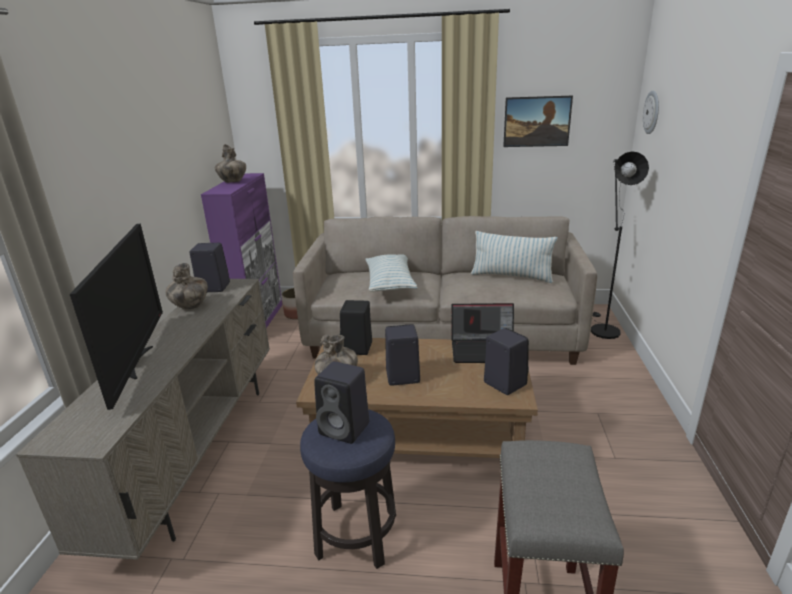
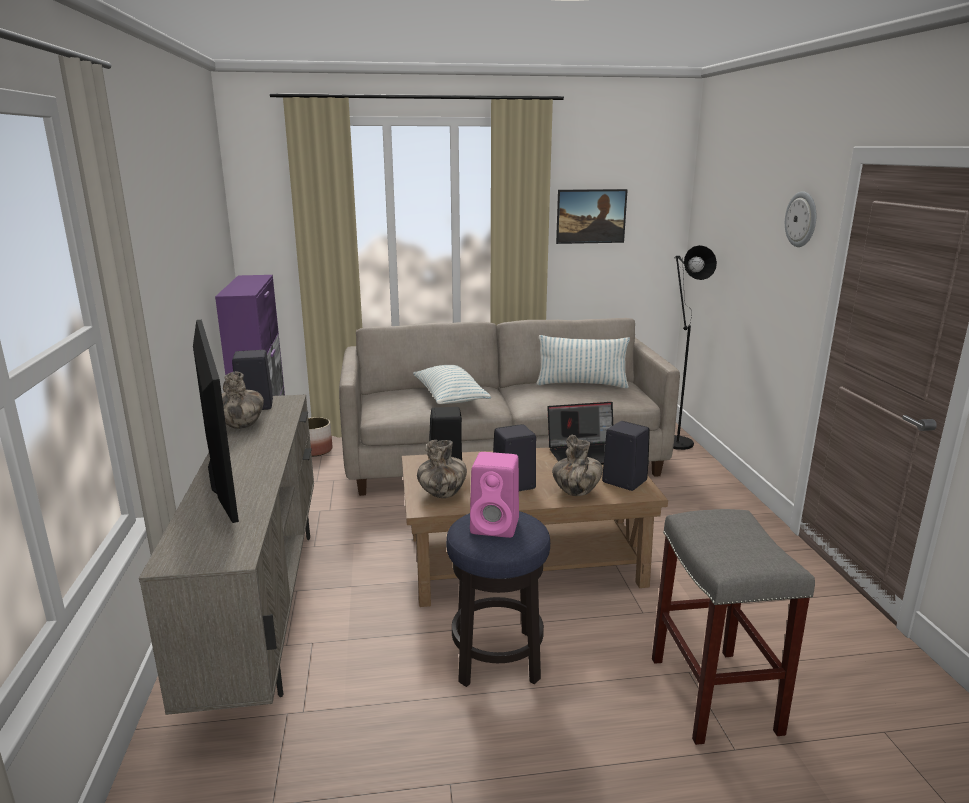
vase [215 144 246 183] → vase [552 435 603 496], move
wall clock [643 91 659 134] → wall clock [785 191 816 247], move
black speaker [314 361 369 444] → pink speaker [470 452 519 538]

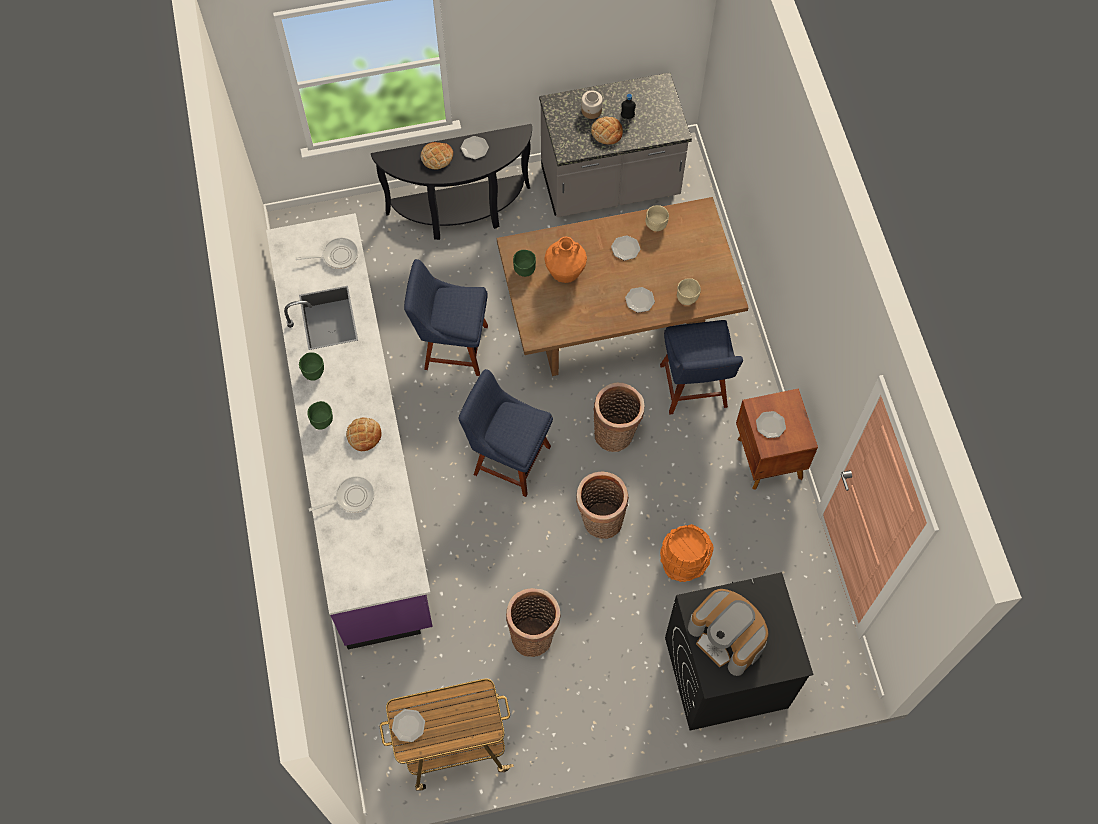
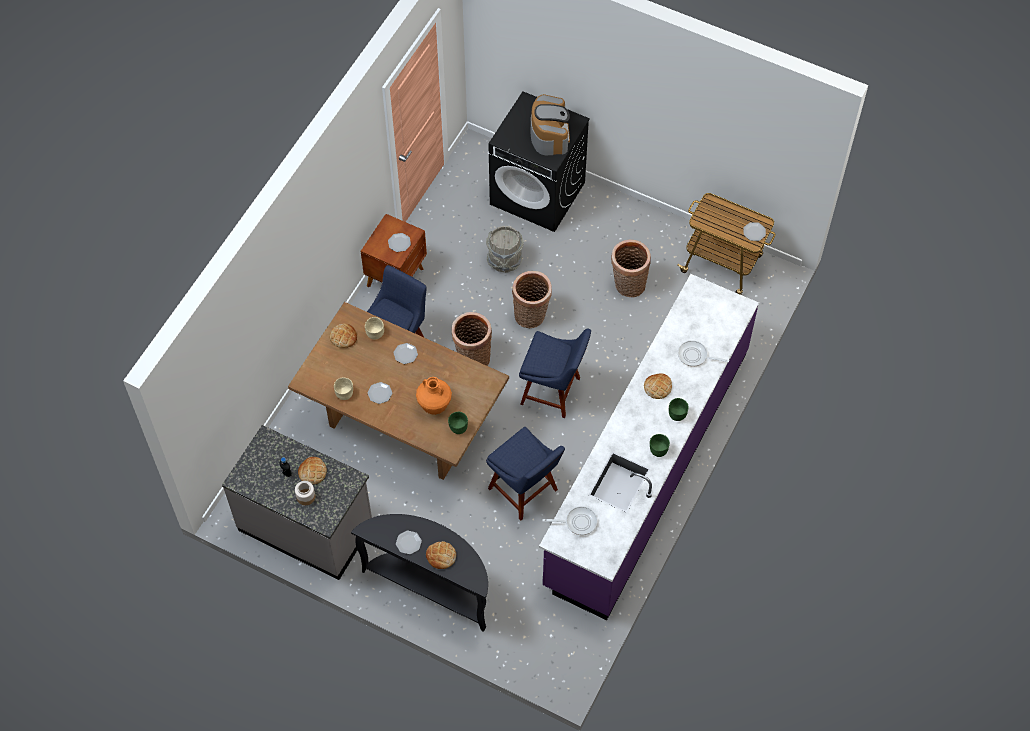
- → bread [330 323 357 348]
orange bucket [660 524 714 582] → grey bucket [486 226 524 273]
frying pan [296 238 358 269] → frying pan [543 506 597 535], 150 degrees clockwise
blue chair [459 369 553 497] → blue chair [519 329 591 418], 45 degrees counterclockwise

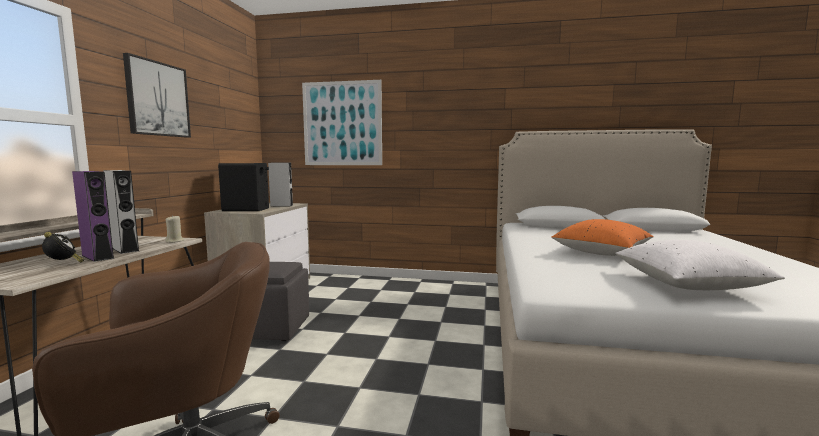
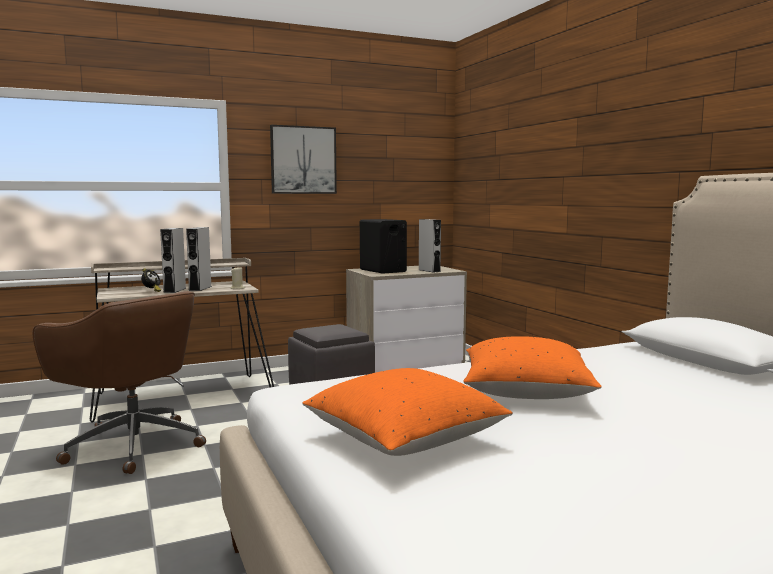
picture [302 80 382 165] → -
purple speaker [72 171 114 262] → grey speaker [160 228 186 293]
white pillow [615 240 785 290] → orange pillow [302 368 513 456]

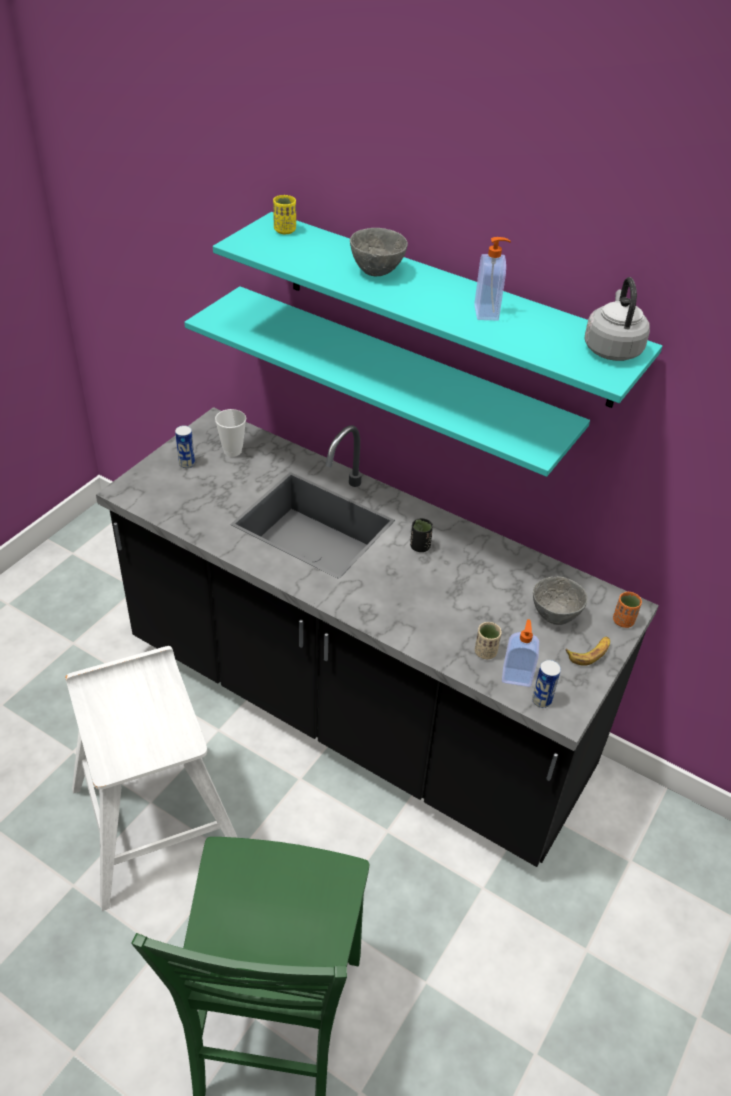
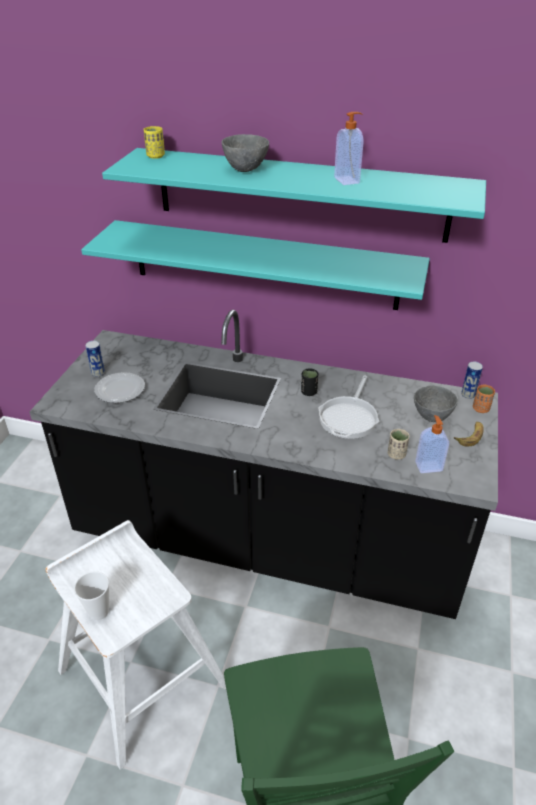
grey kettle [585 277 650 361] → -
- → plate [94 372 145 403]
- → frying pan [318 376 379 439]
cup [215 409 246 457] → cup [74 571 109 620], move
can [532 660 561 708] → can [461 362 483 399], move

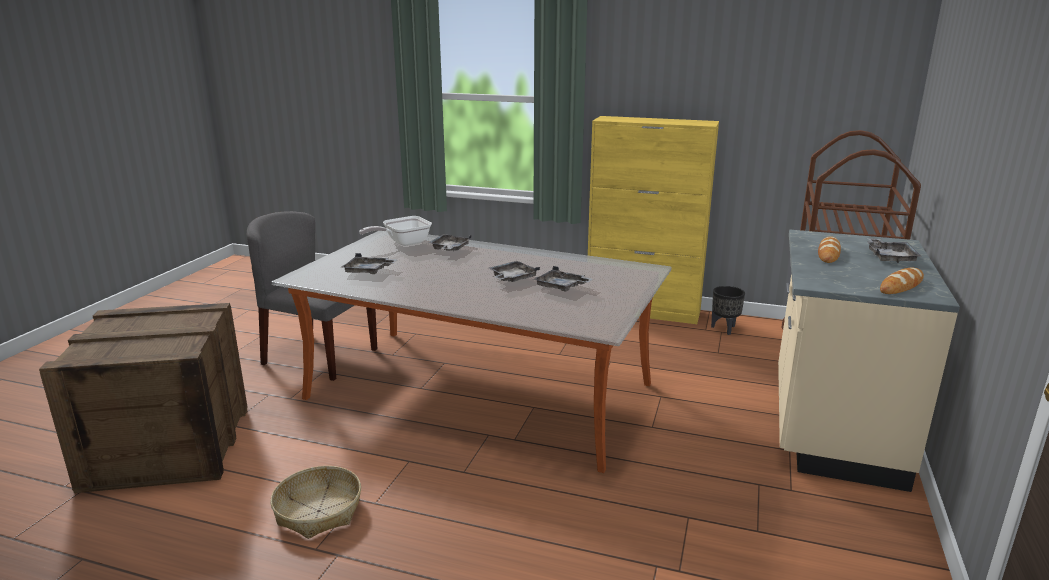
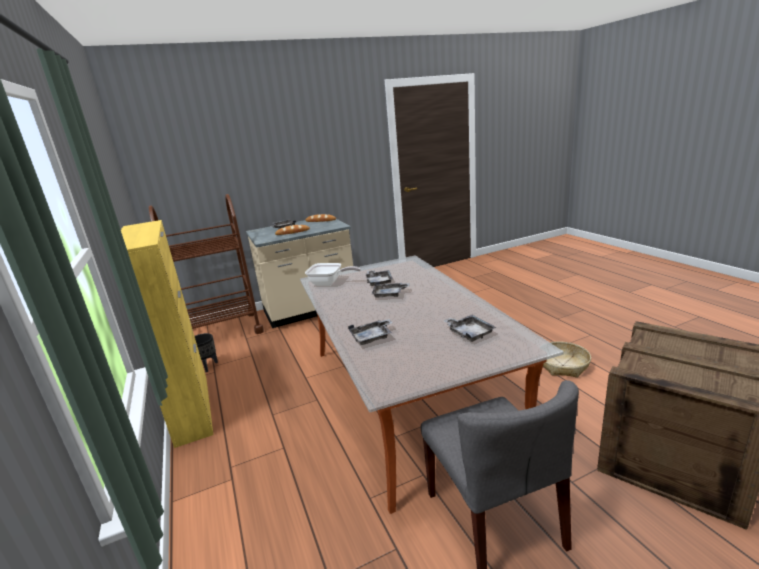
frying pan [359 216 432 246] → frying pan [305 263 361 286], move

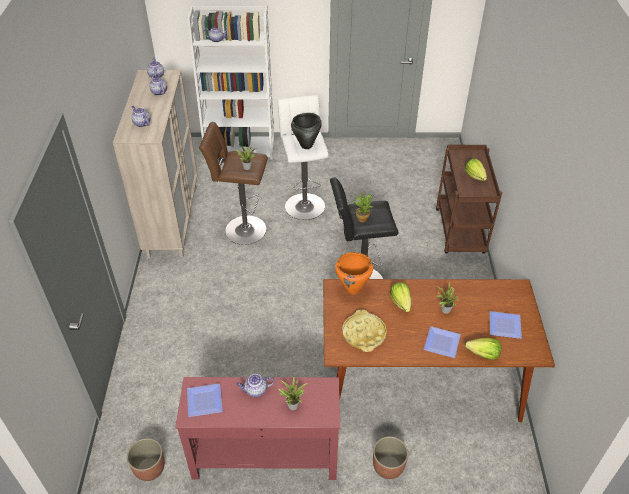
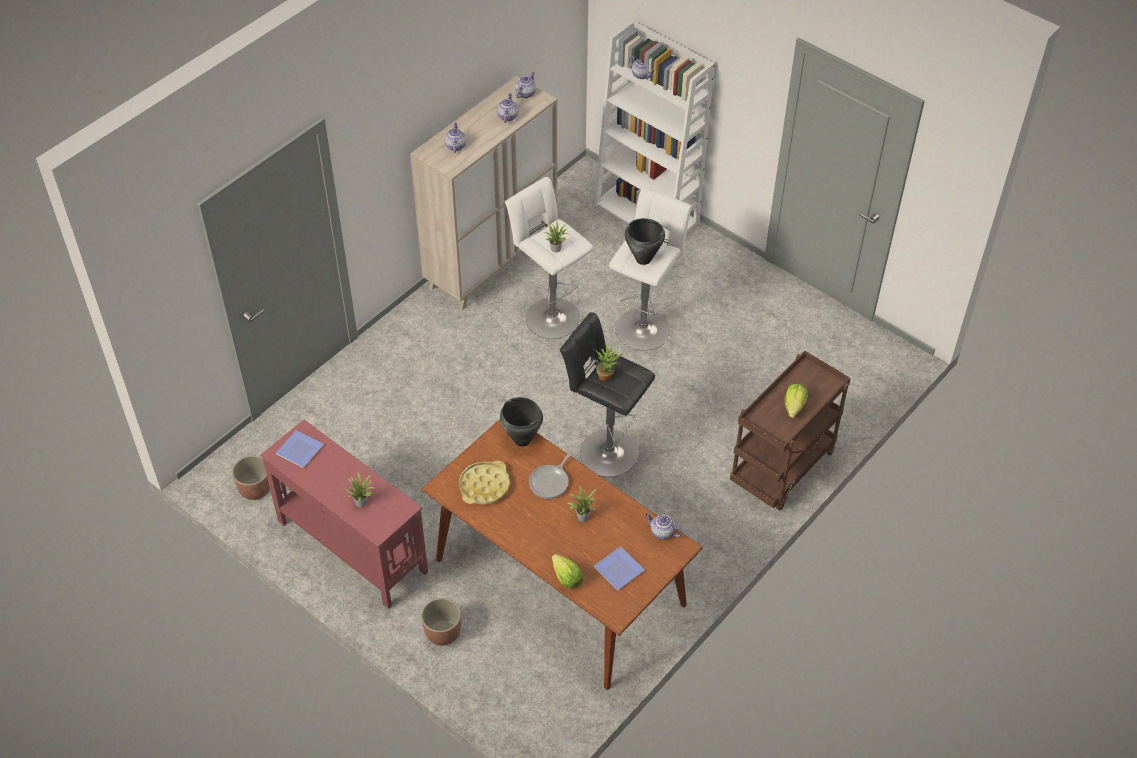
plate [424 326 461 358] → -
teapot [236 374 274 397] → teapot [645 513 682 540], move
lettuce [390 282 412 312] → frying pan [529 453 571 499]
brown stool [199 122 268 245] → white stool [505 177 593 339]
orange cooking pot [335 252 373 295] → black cooking pot [500 397 543 447]

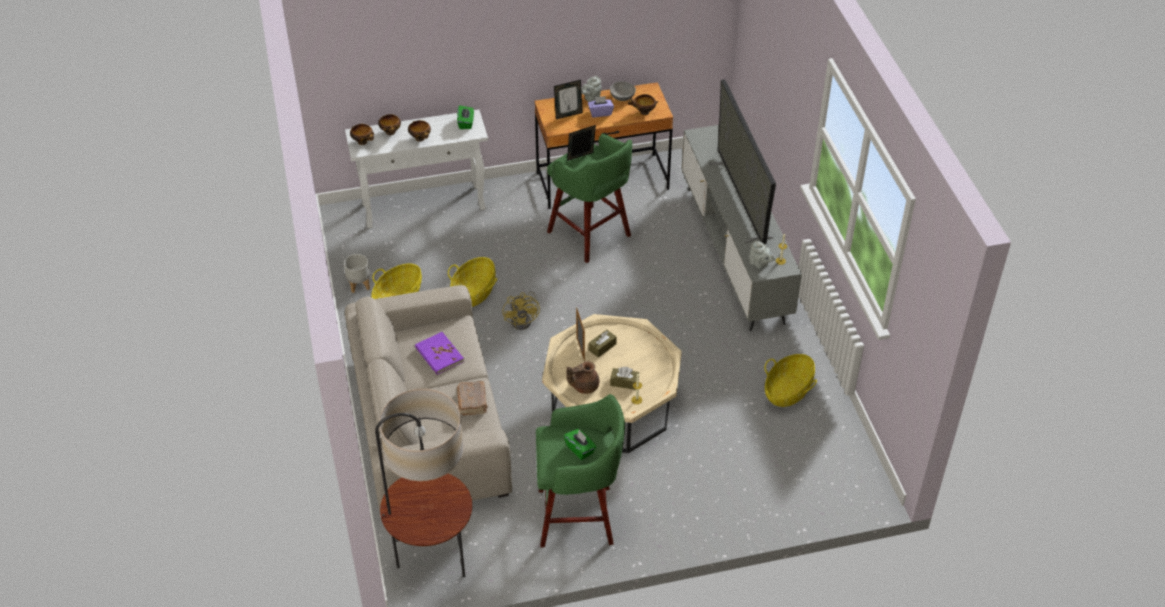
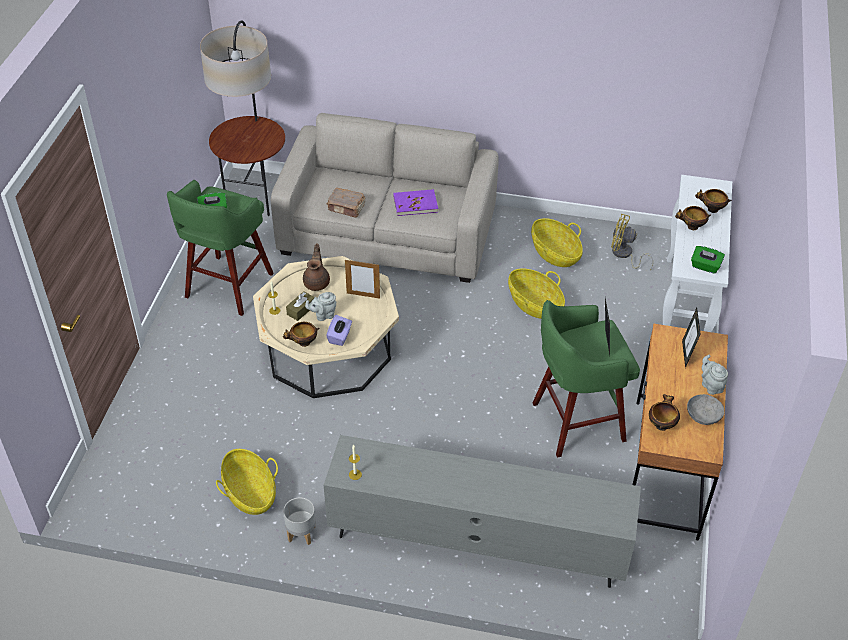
brown tissue box [589 330 617 357] → -
television [710 79 776 244] → -
grey planter [344 254 370 293] → grey planter [283 497 316 545], move
bowl [350 124 374 145] → bowl [283 322 319 347], move
yellow fan [502 291 540 330] → yellow fan [611 214 653 270], move
purple tissue box [588 96 614 117] → purple tissue box [326 315 352 346], move
grey teapot [749 240 775 269] → grey teapot [305 292 337 321], move

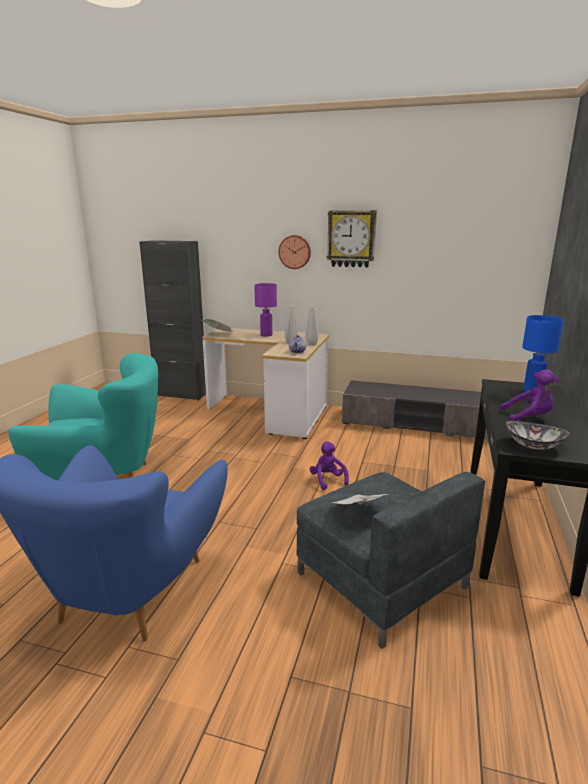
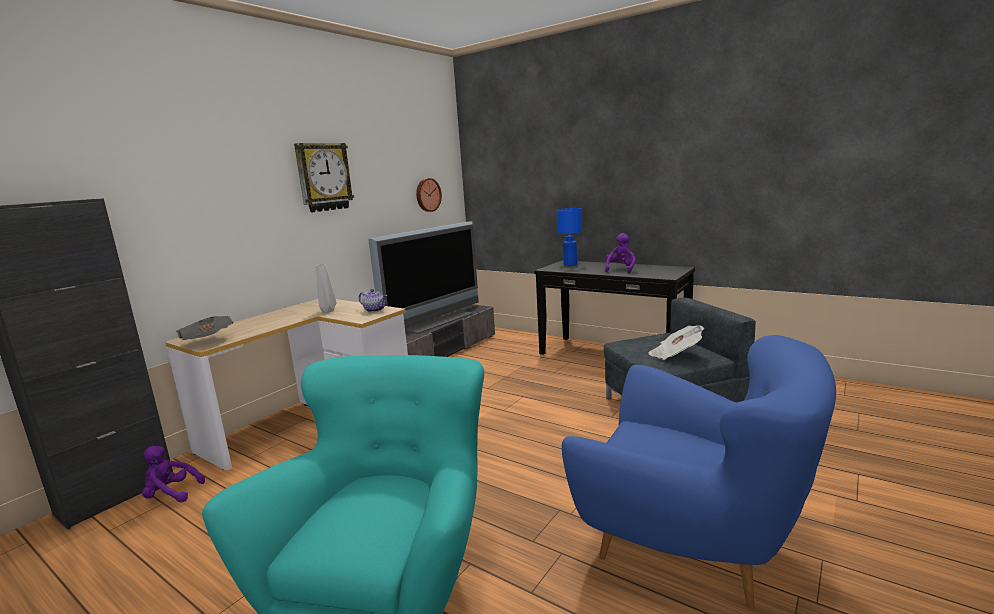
purple table lamp [254 283 277 337] → -
grey vase [305 308 318 345] → -
bowl [505 420 570 450] → -
- → television [368 221 479 334]
wall clock [278 235 311 269] → wall clock [416 178 442 212], move
purple plush toy [310 441 349 490] → purple plush toy [142 446 205 502], move

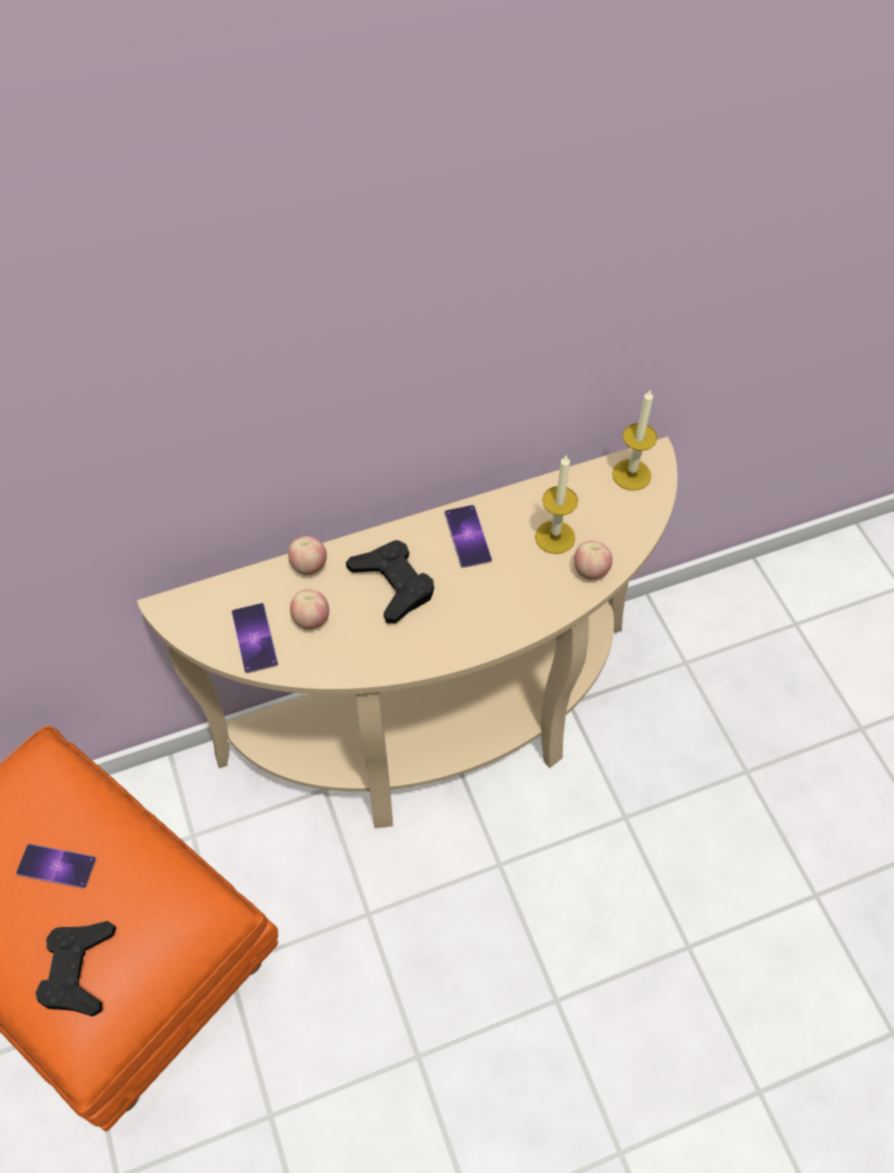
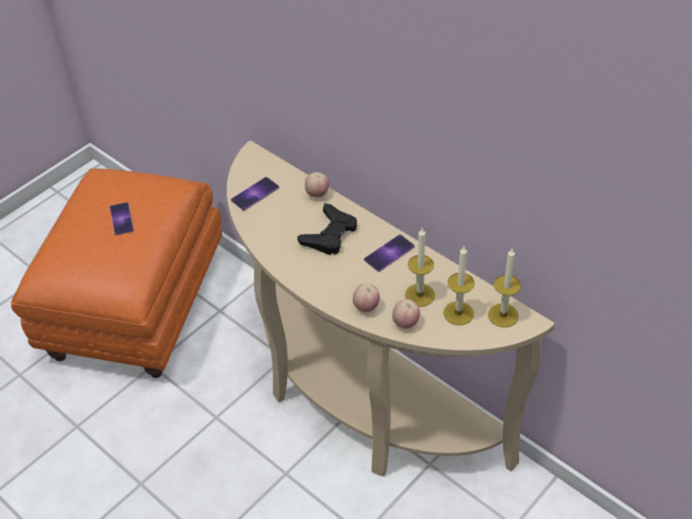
black game controller [35 921 116 1017] → -
- → candle [443 247 475 325]
apple [290 589 329 629] → apple [353 284 380 312], move

